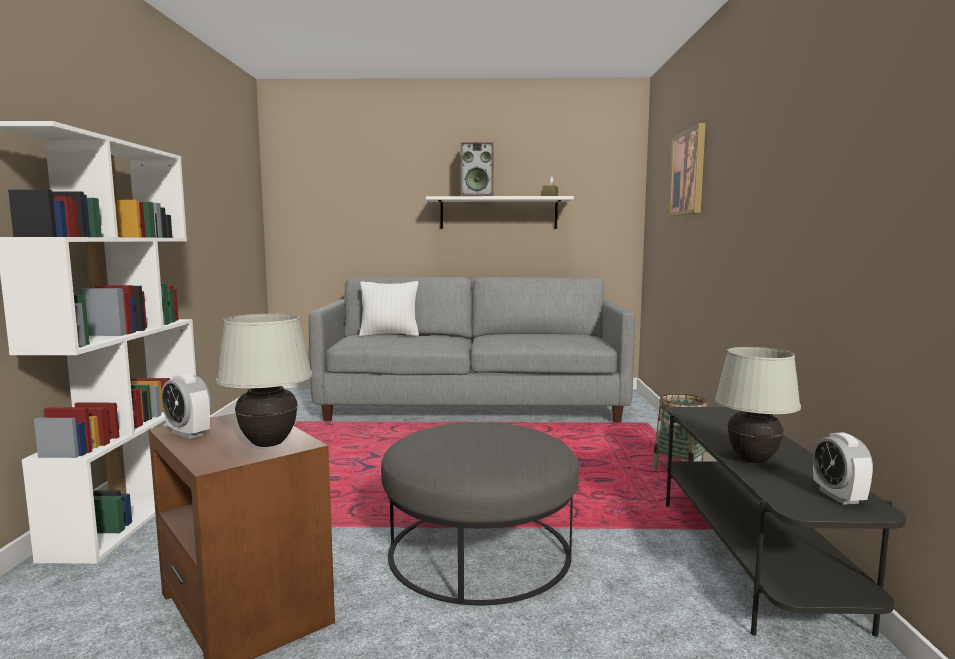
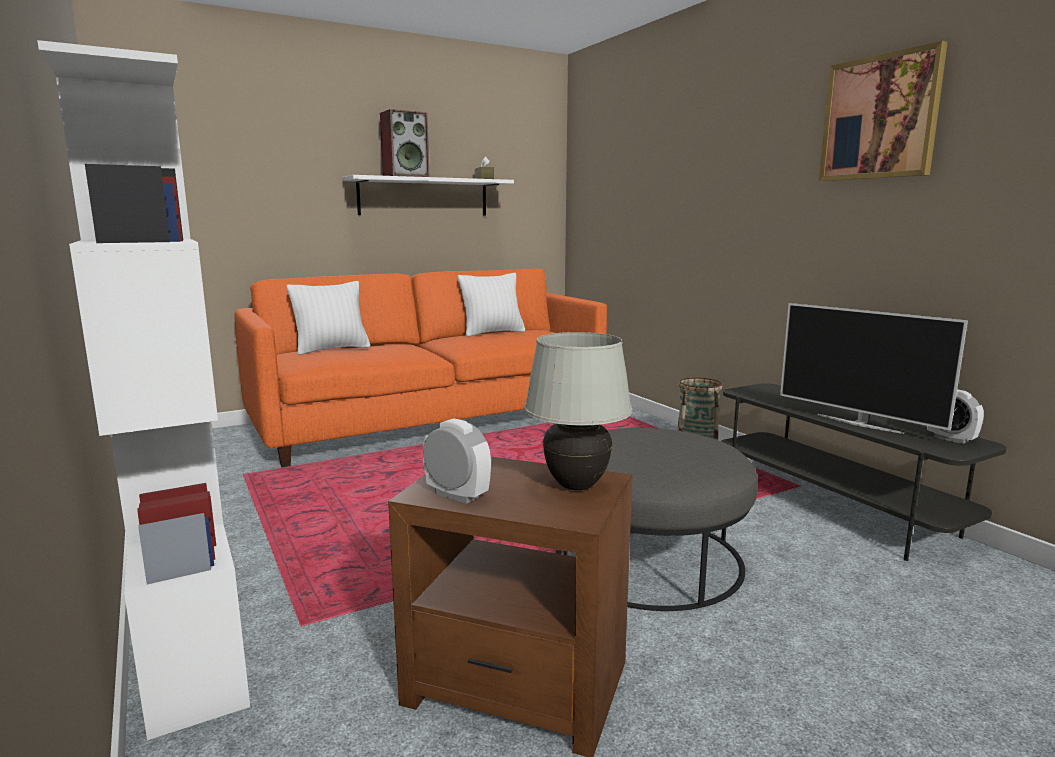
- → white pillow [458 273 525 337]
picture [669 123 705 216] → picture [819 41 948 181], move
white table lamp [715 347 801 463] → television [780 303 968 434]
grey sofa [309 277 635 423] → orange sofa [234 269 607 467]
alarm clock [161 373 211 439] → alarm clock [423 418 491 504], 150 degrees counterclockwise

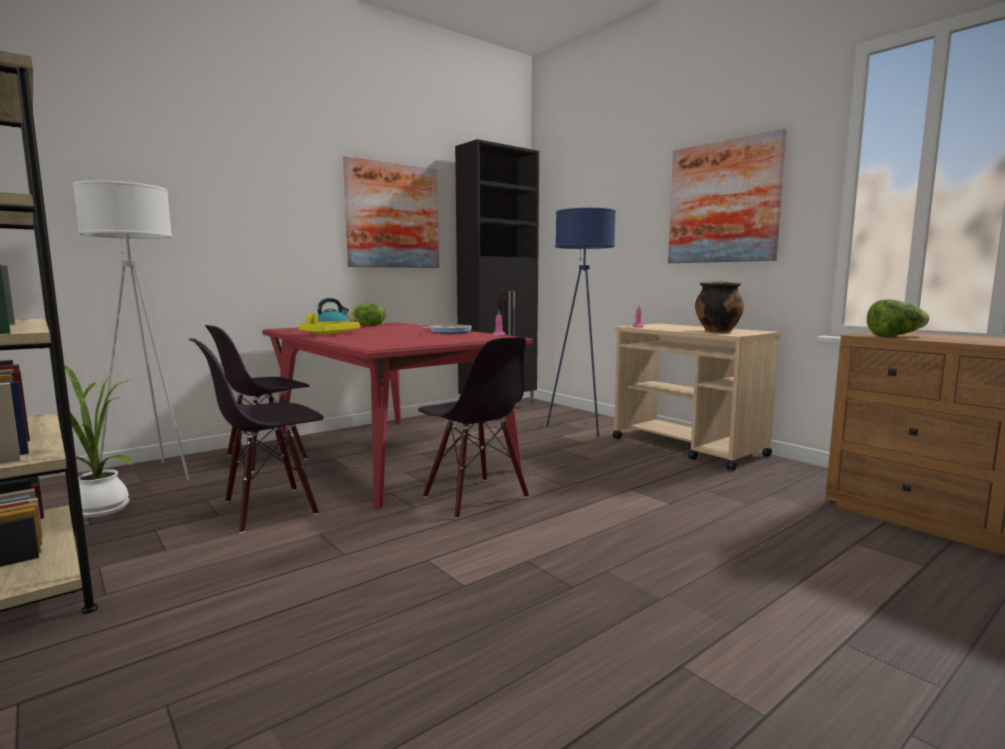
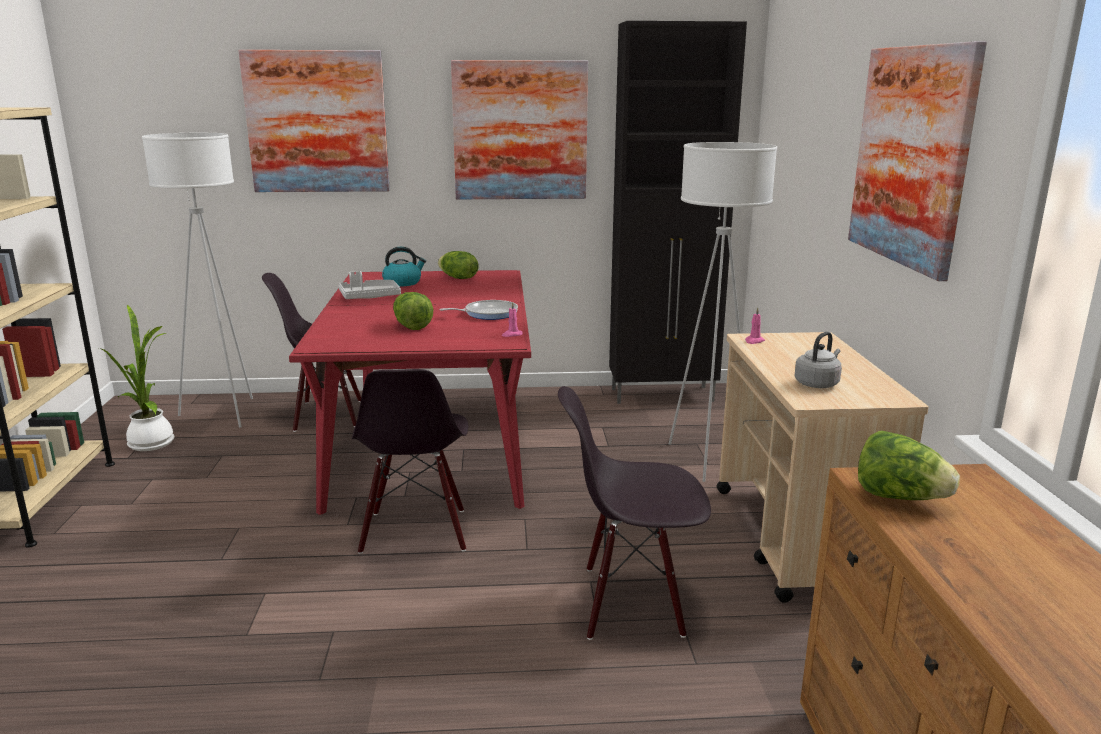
- → picture [238 50 390 192]
- → lettuce [393 292 433 330]
black chair [189 339 324 533] → black chair [558 386 711 640], move
cooking pot [695 281 744 333] → grey kettle [795 332 842 388]
yellow tray [298 314 360 334] → grey tray [339 271 401 299]
blue floor lamp [546 208 616 437] → white floor lamp [669 142 777 482]

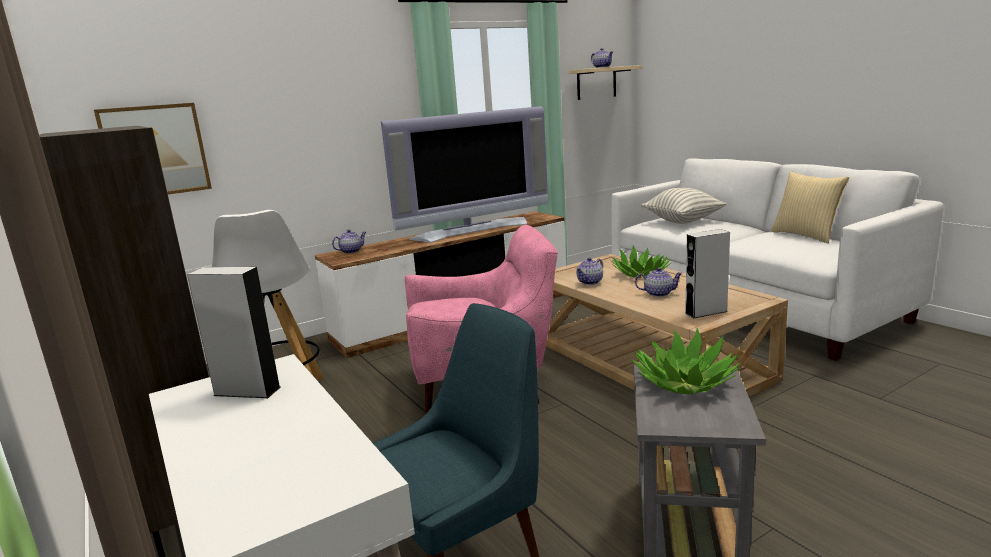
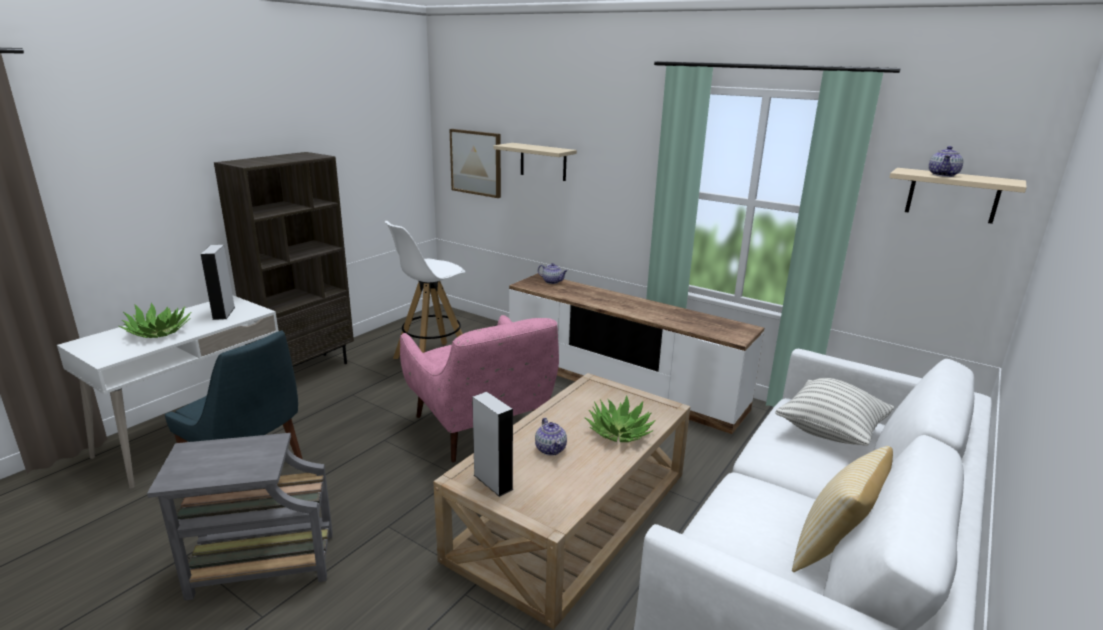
television [381 106 548 243] → -
teapot [576 257 603 285] → -
- → beige shelf [493 143 577 181]
potted plant [631 328 741 395] → potted plant [119 303 191 338], move

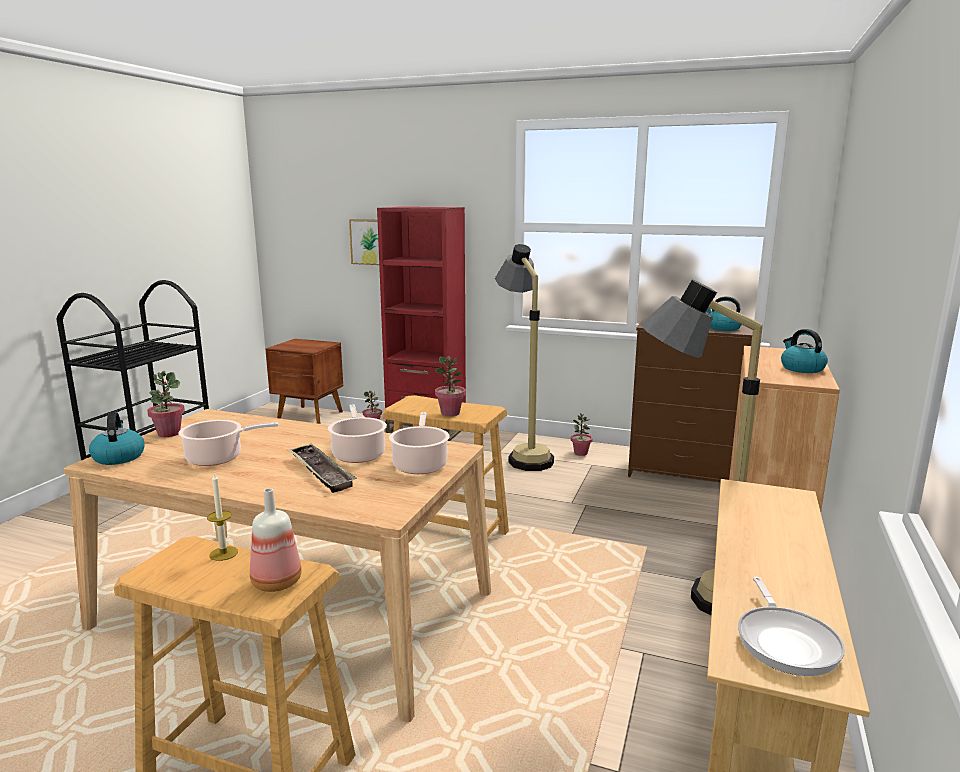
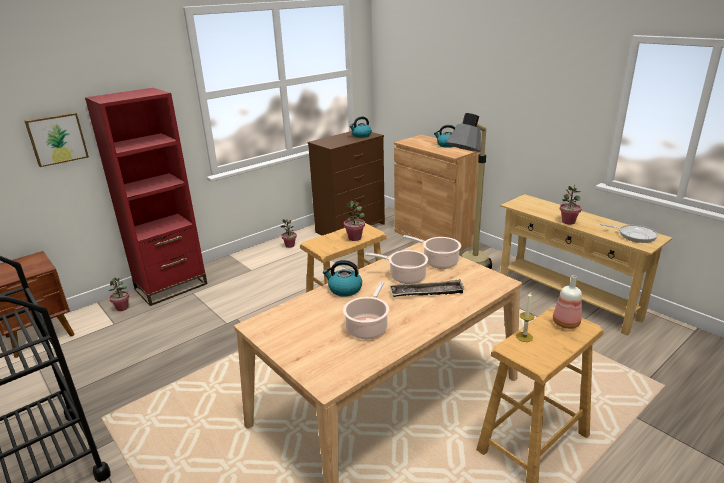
floor lamp [495 244 554 471] → -
kettle [89 412 145 465] → kettle [323 260 362 297], move
potted plant [147 371 185 437] → potted plant [560 185 582 224], move

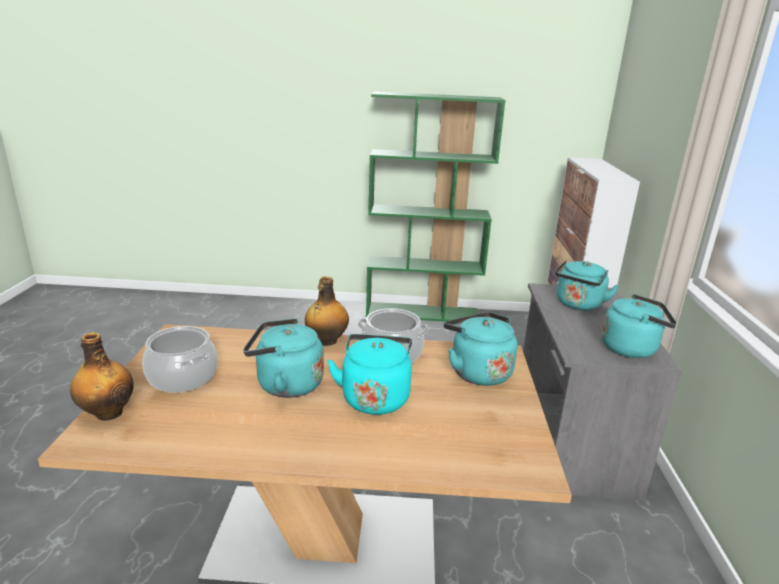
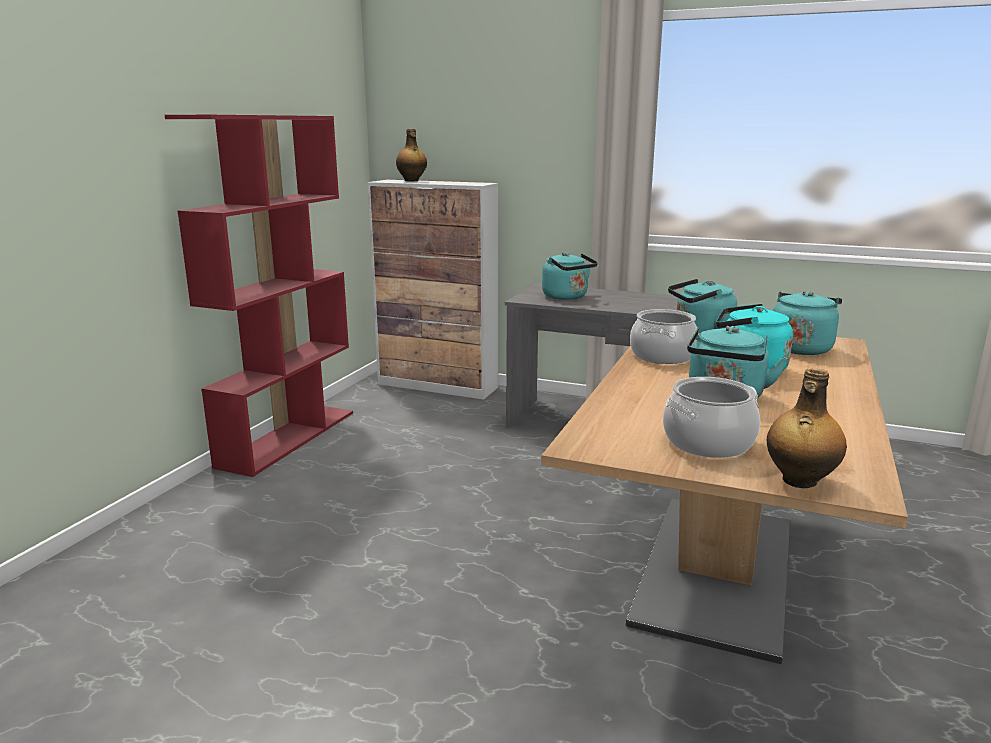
bottle [305 276 349 346] → bottle [396 129 427 181], move
turquoise kettle [602 294 677 358] → turquoise kettle [773 291 842 355], move
green bookcase [366 92 506 321] → red bookcase [165 115 353 477]

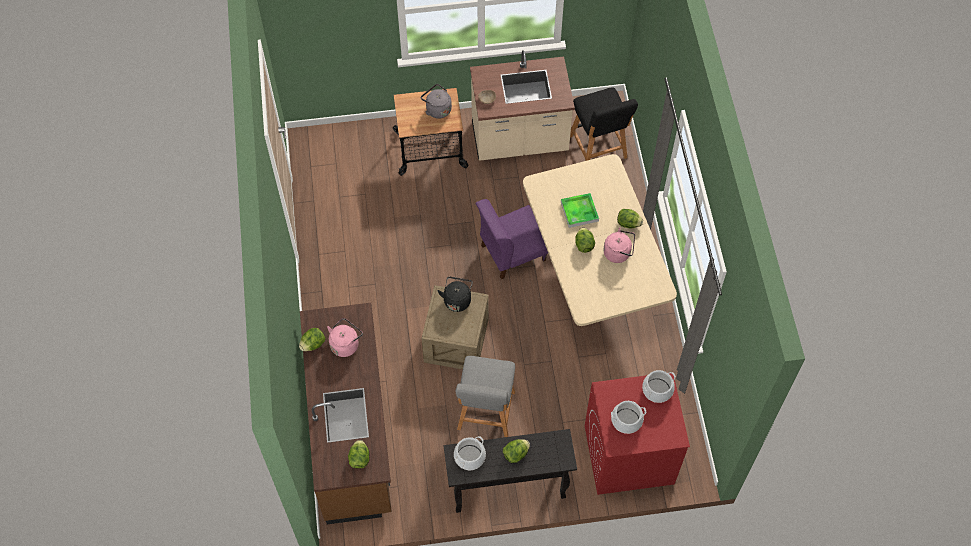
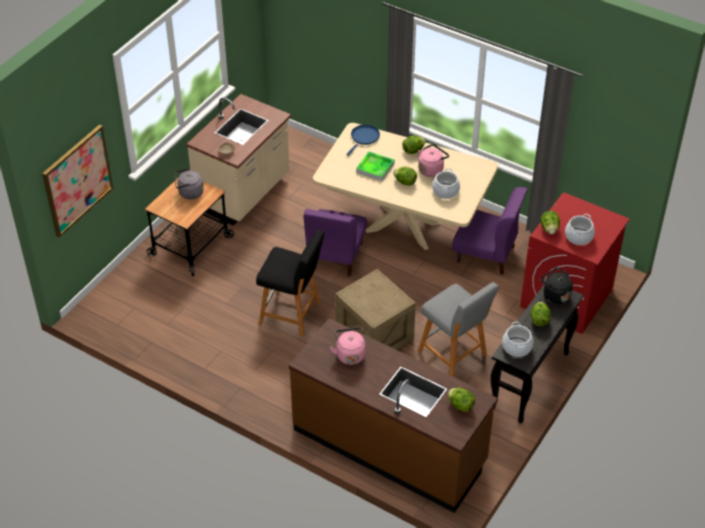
- → picture [42 124 114 238]
- → blue frying pan [346 125 380 156]
- → purple chair [452 187 528 275]
lettuce [299 328 325 351] → lettuce [541 211 560 234], move
black kettle [438 277 473 312] → black kettle [540 267 573 304], move
black stool [570 87 638 161] → black stool [256 230 324 336], move
cooking pot [642 370 676 403] → cooking pot [432 168 460 199], move

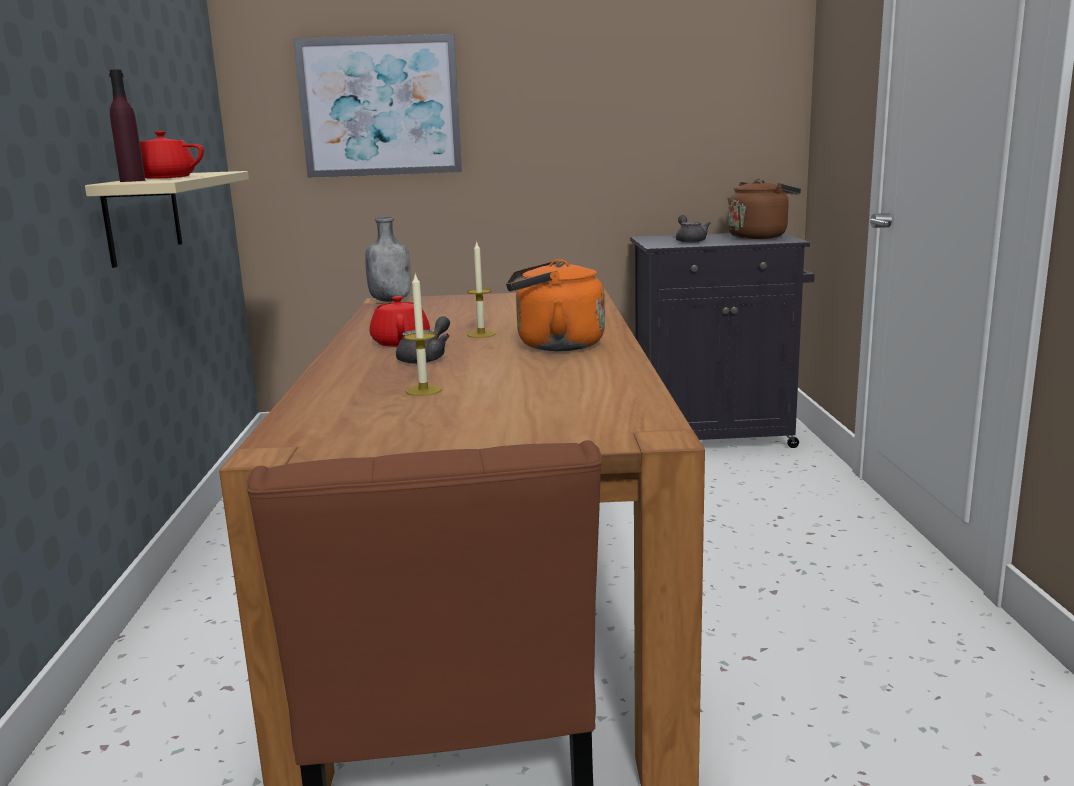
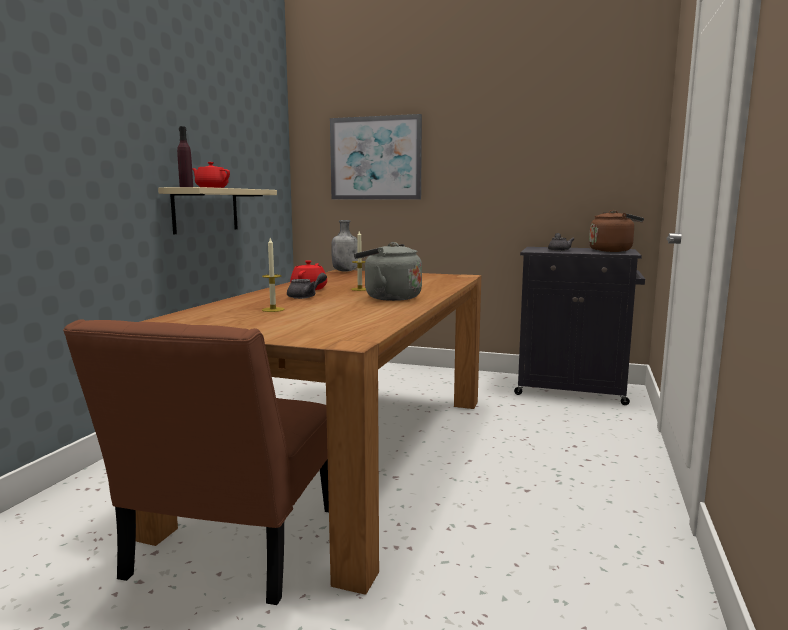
orange kettle [506 259 605 351] → grey kettle [354 242 422 301]

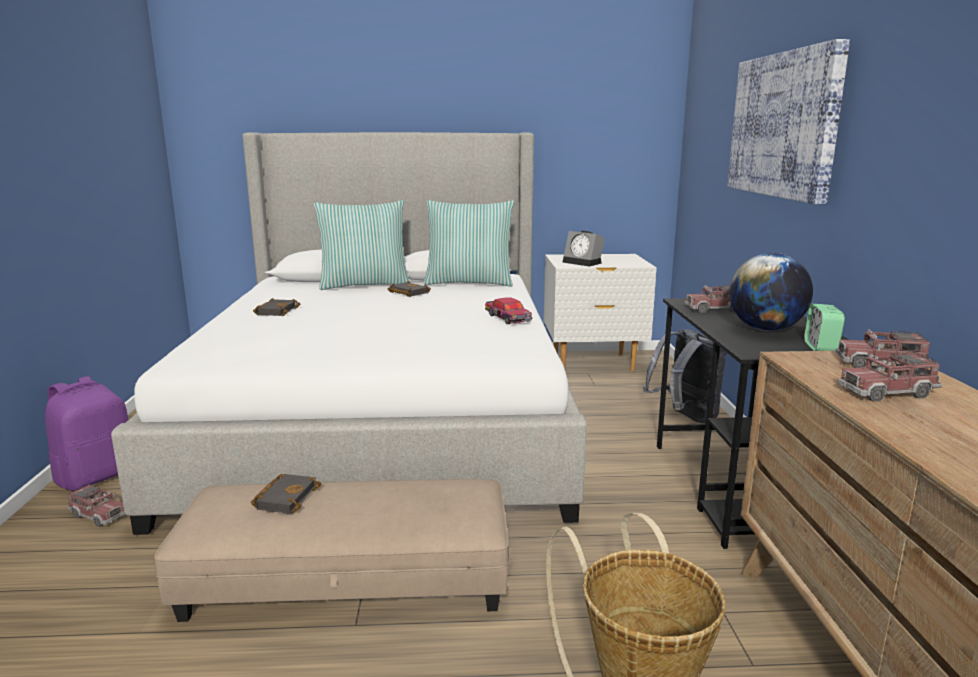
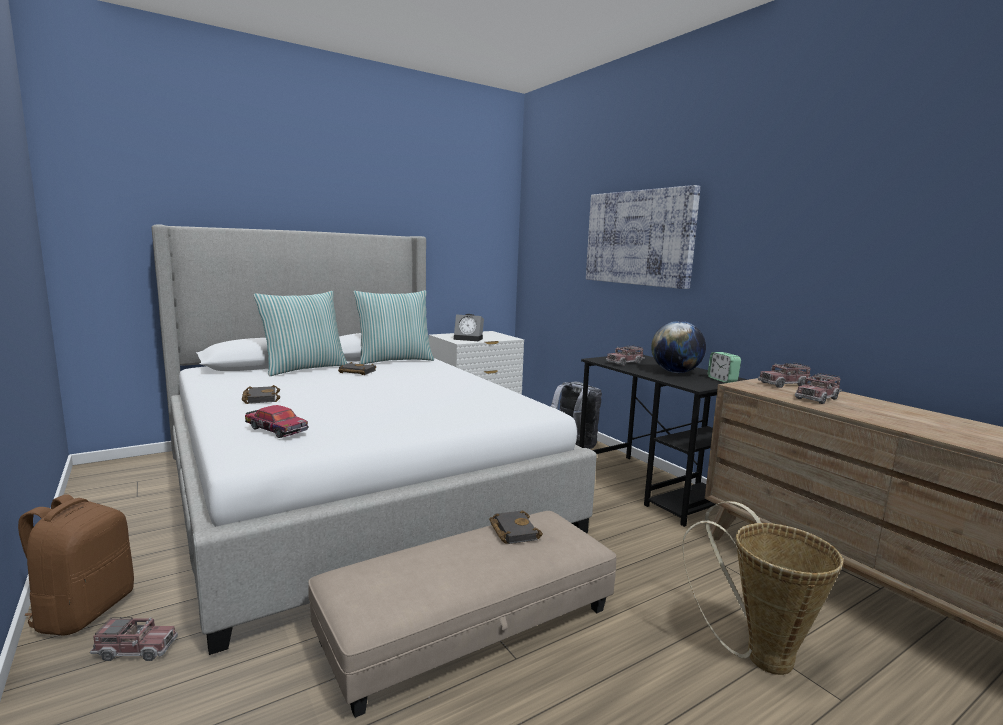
black book [251 474 321 514] → black book [489 510 543 544], move
toy car [485 297 532 324] → toy car [245 405 309 438], move
purple backpack [45 376 128 491] → brown backpack [18 494 134 636]

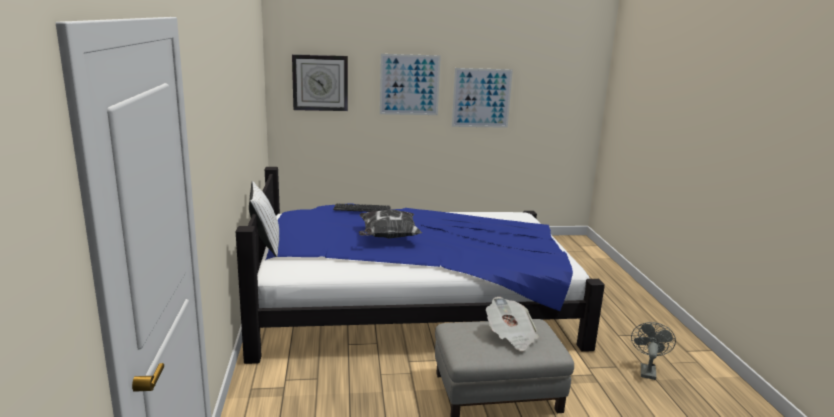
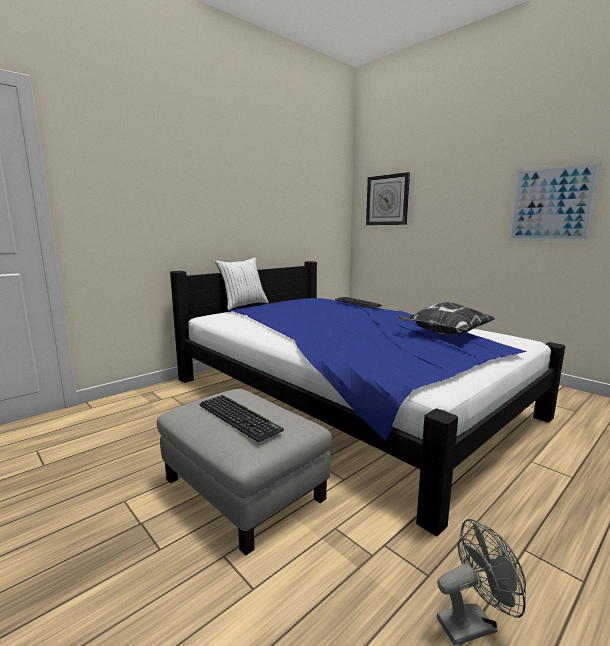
picture [380 54 441 115] → -
pillow [359 210 422 238] → pillow [397 302 495 335], move
newspaper [486 297 539 351] → keyboard [199 395 284 442]

